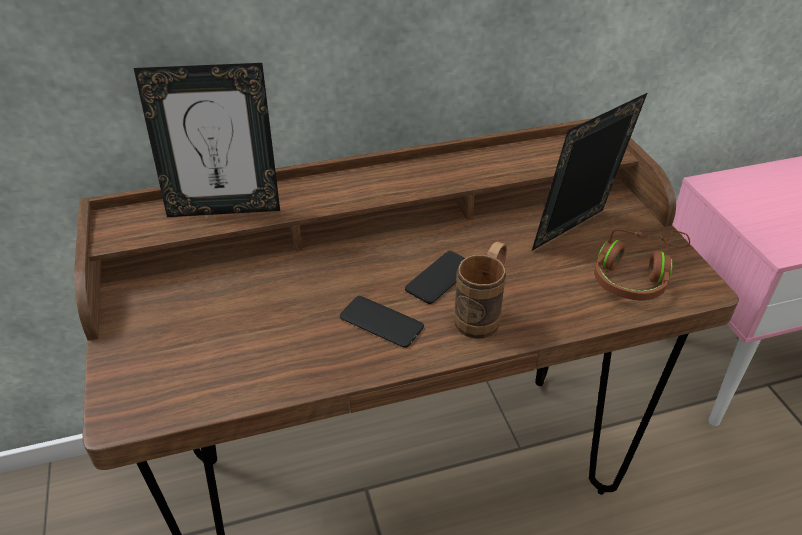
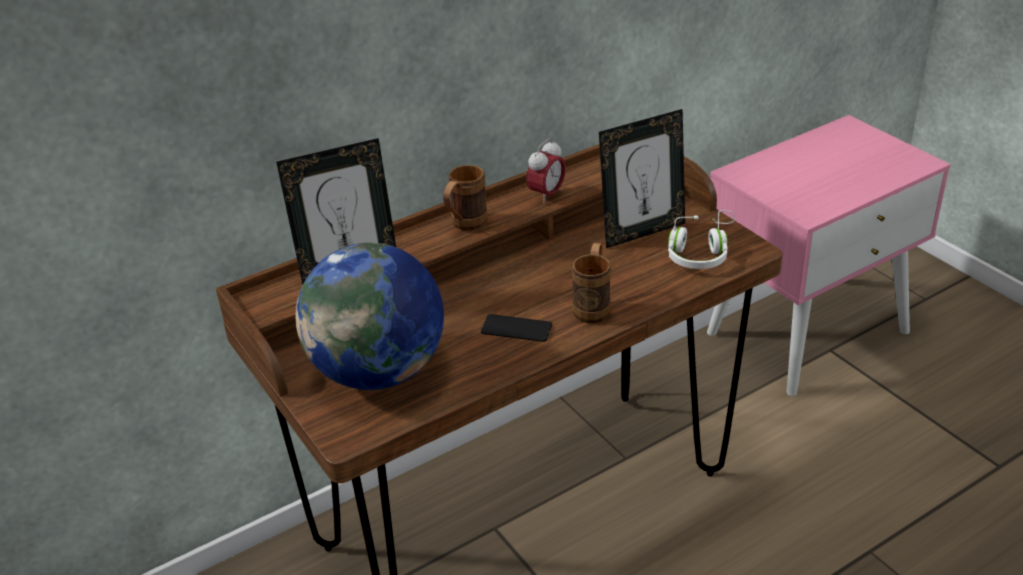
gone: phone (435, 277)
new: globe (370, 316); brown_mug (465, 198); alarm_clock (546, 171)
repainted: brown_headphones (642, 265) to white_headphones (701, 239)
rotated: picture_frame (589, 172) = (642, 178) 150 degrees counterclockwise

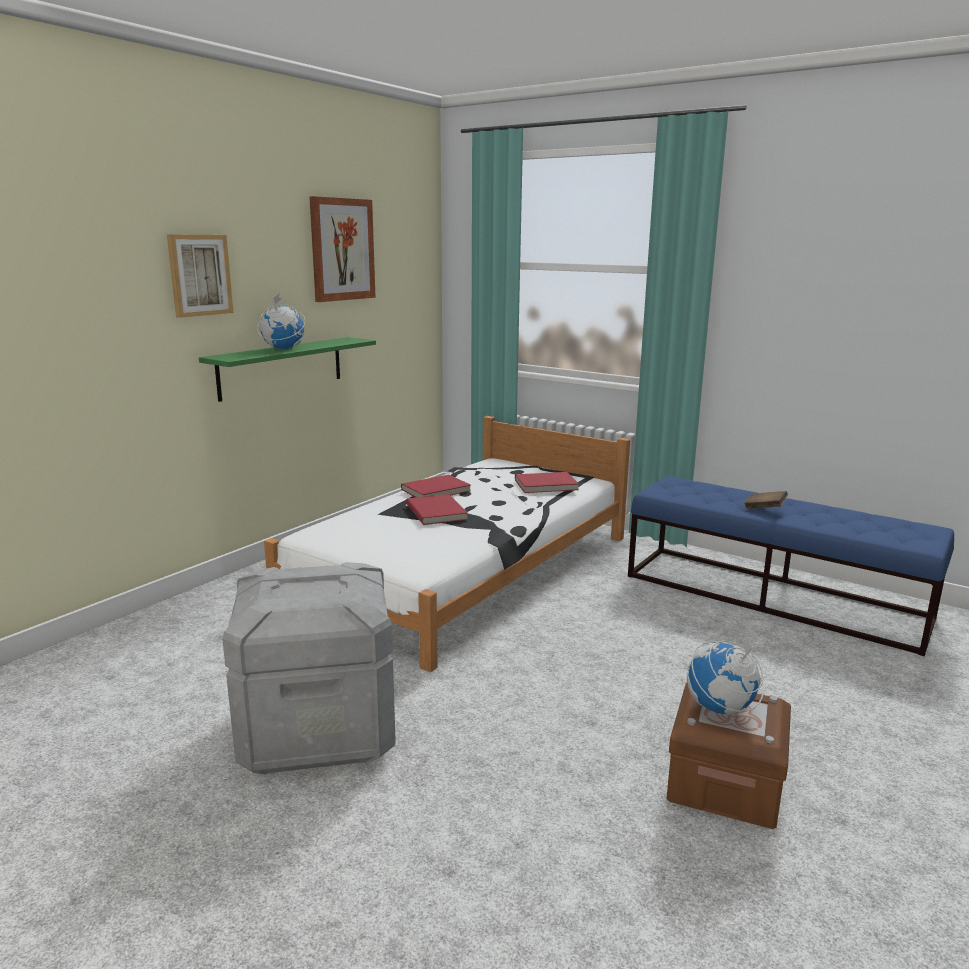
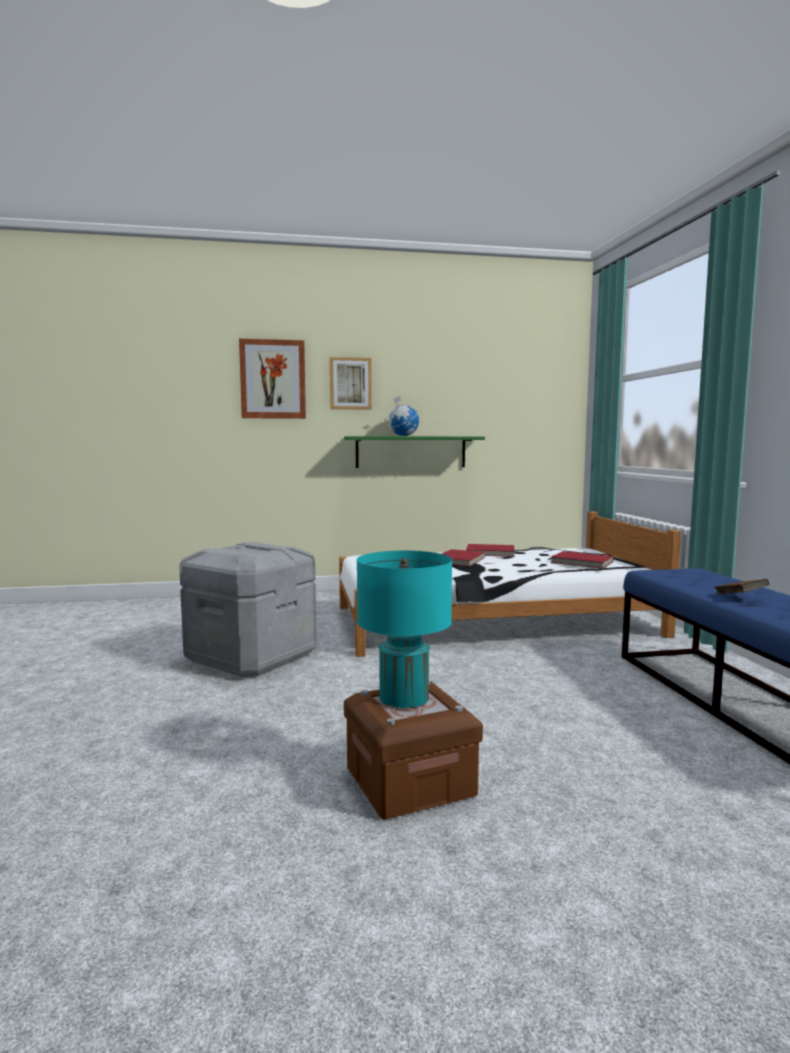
shifted: picture (342, 249) to (272, 379)
swapped: globe (725, 674) to turquoise_table_lamp (404, 629)

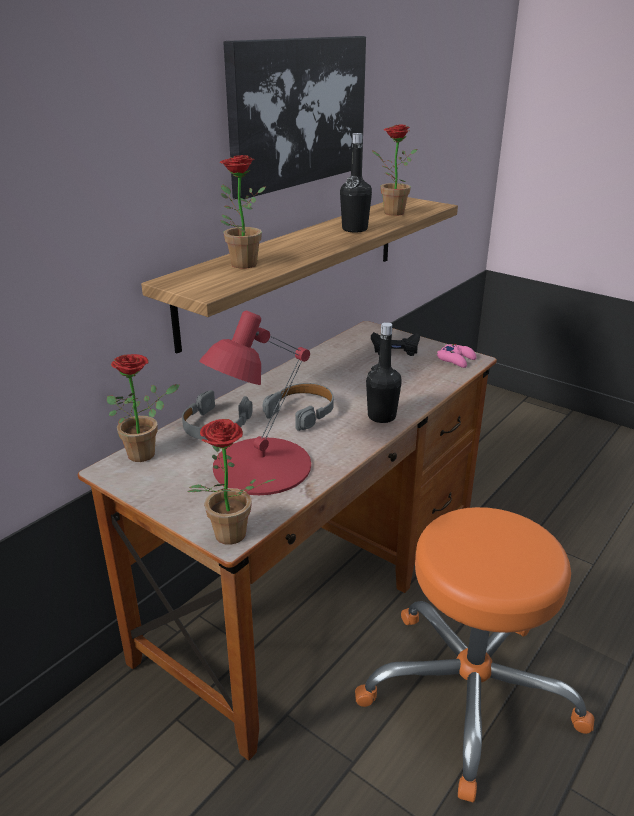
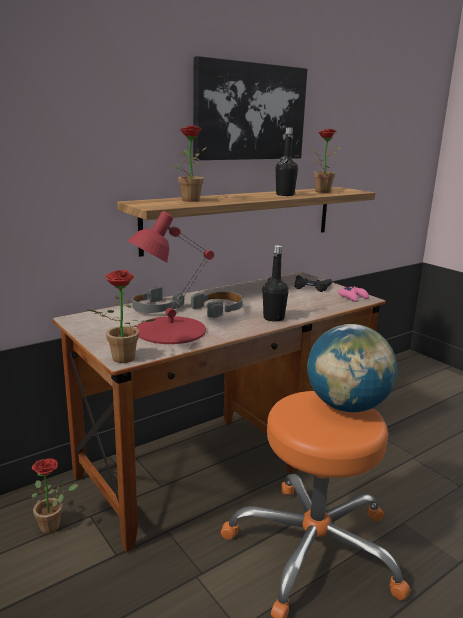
new: globe (352, 368)
shifted: potted_plant (143, 408) to (53, 496)

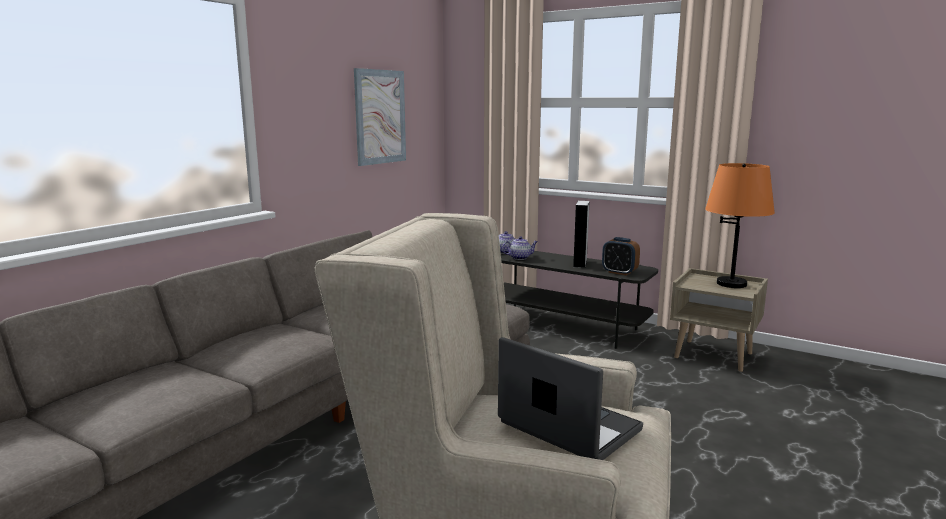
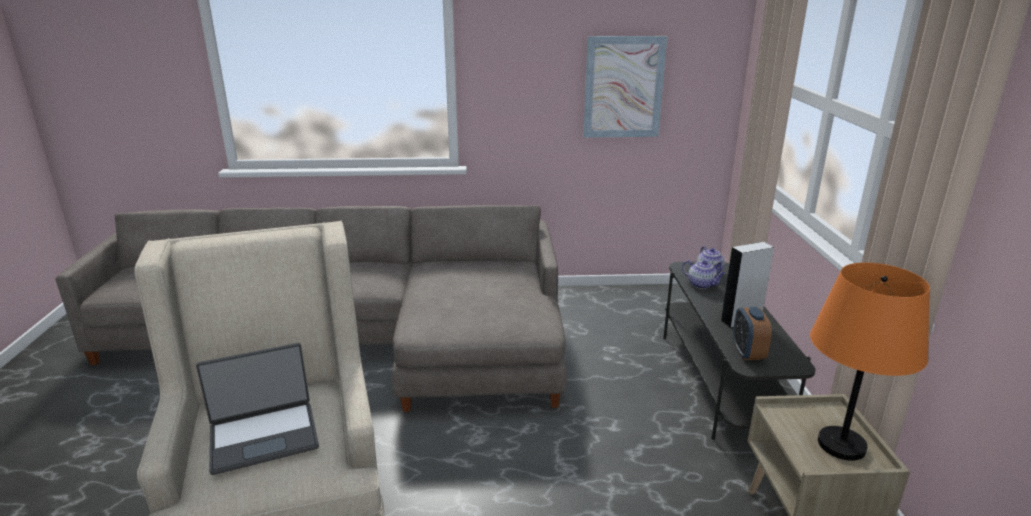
rotated: laptop (570, 398) = (257, 409) 60 degrees clockwise

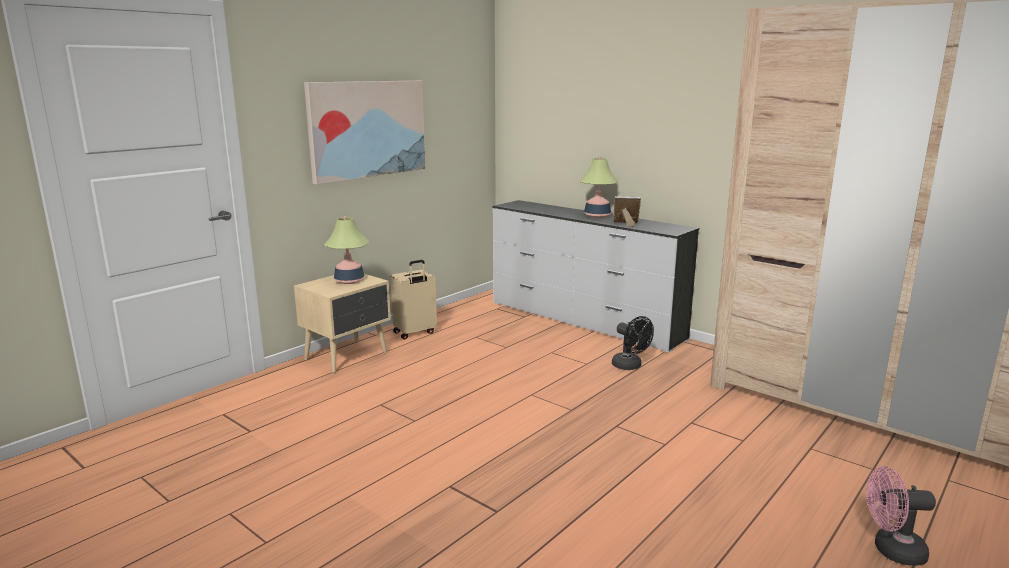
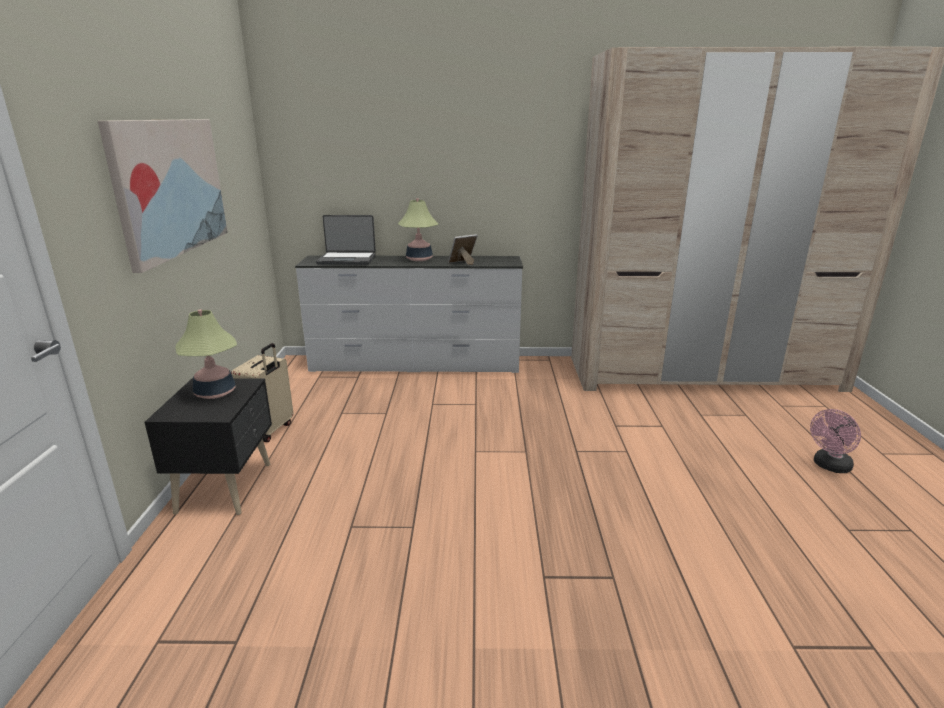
gone: black_fan (633, 343)
new: laptop (346, 240)
repainted: beige_nightstand (342, 323) to black_nightstand (208, 446)

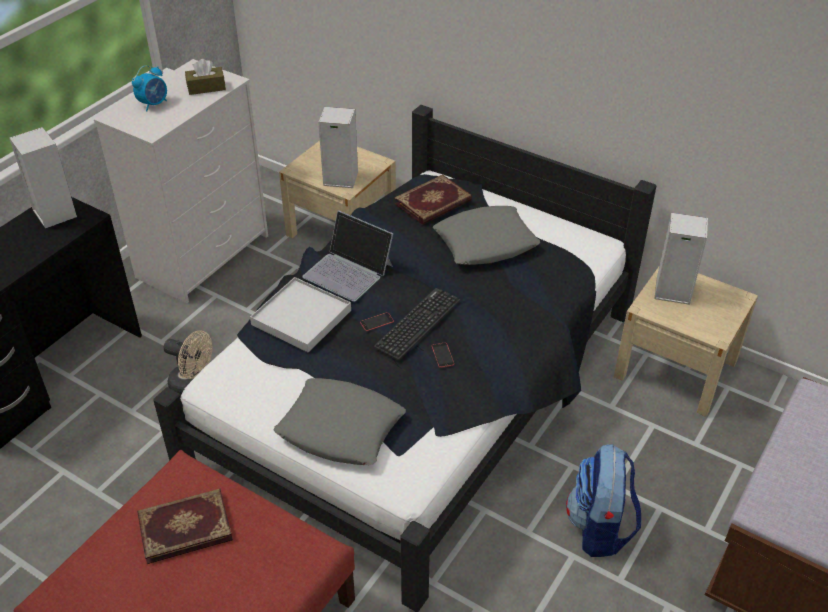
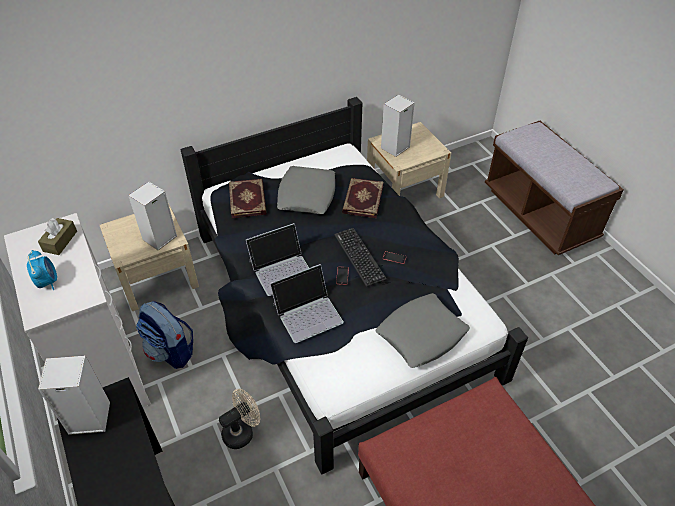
shifted: book (185, 526) to (363, 198); backpack (603, 500) to (164, 335)
swapped: white_tray (300, 314) to laptop (307, 303)

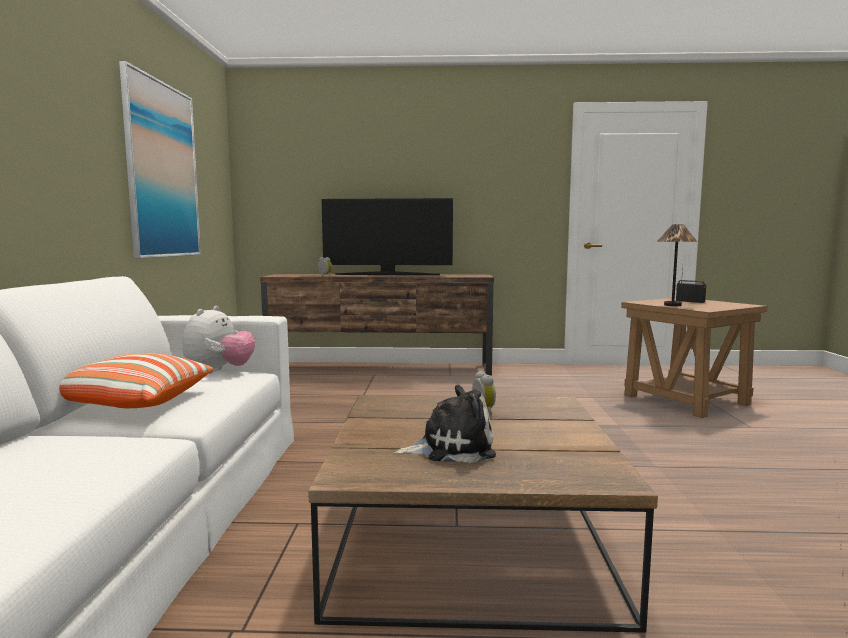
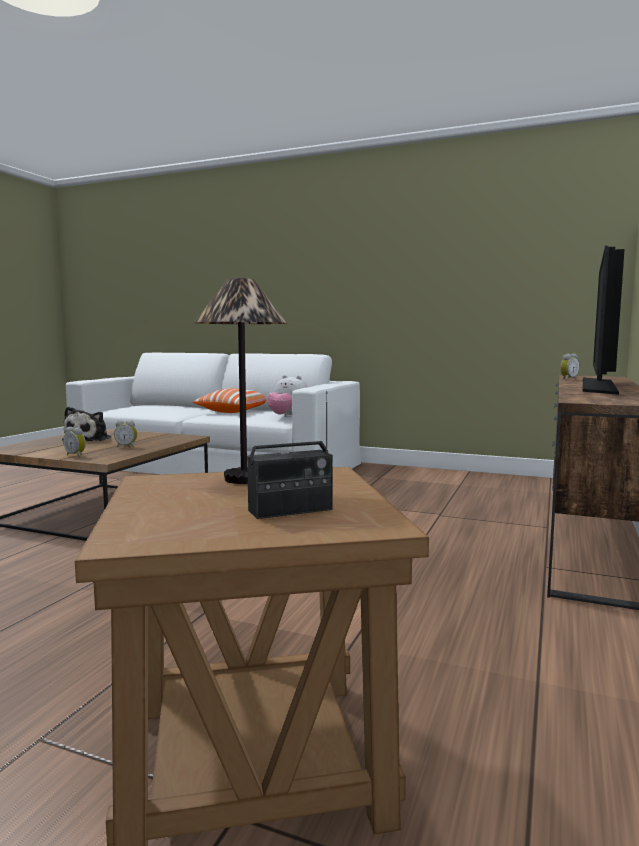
gone: picture (160, 160)
new: alarm_clock (74, 442)

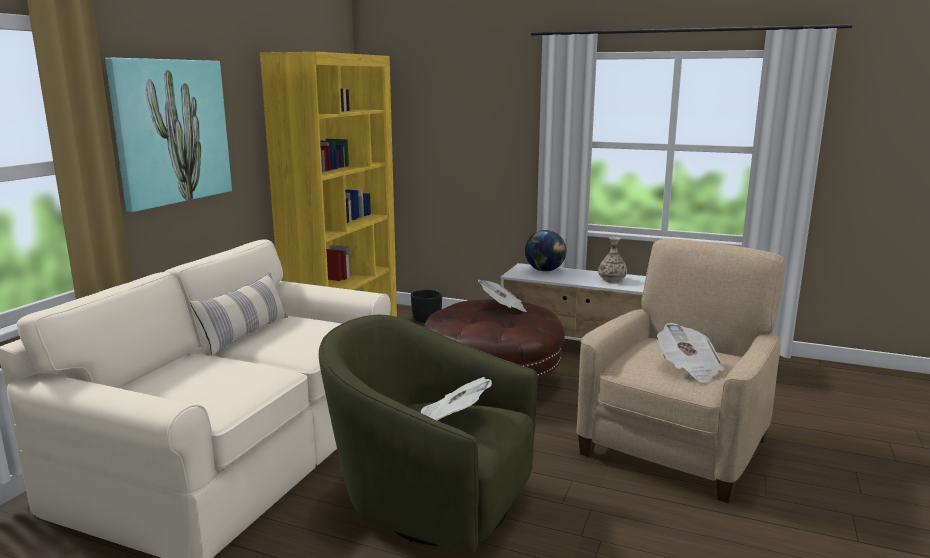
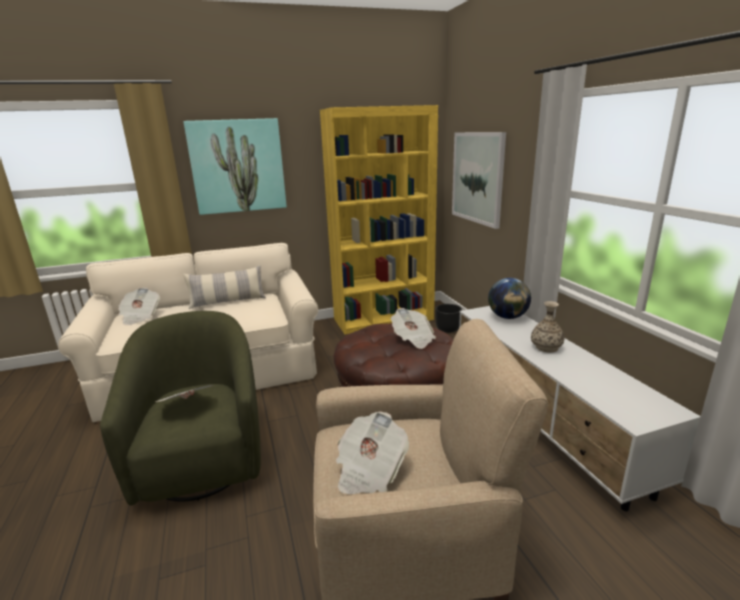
new: newspaper (139, 306); picture (479, 180)

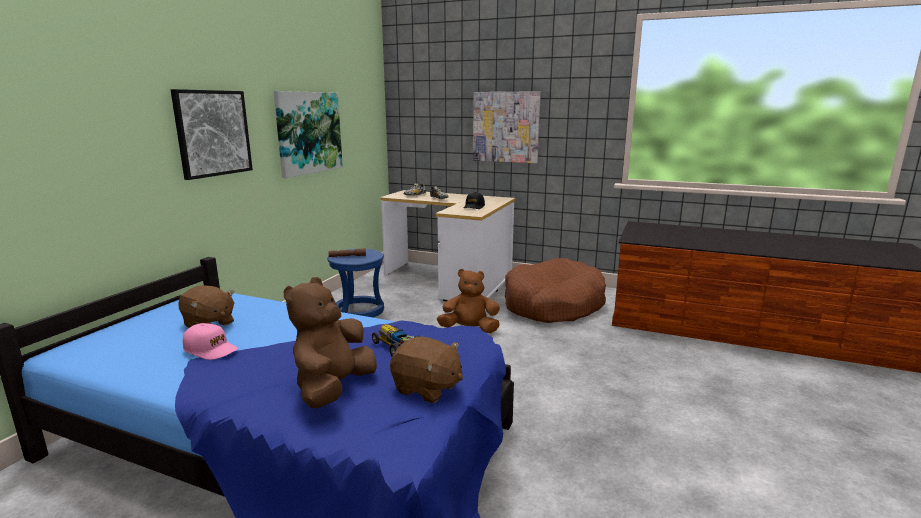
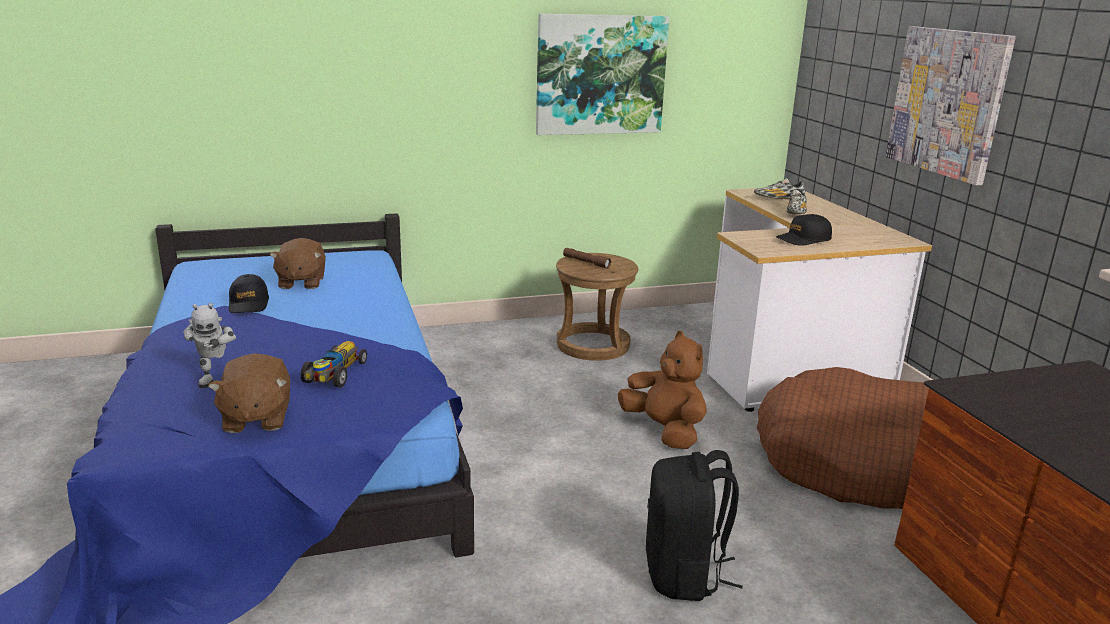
gone: picture (212, 134)
new: black_backpack (694, 525)
swapped: brown_plush_toy (330, 342) to toy_robot (209, 345)
repainted: pink_cap (210, 341) to black_cap (249, 293); blue_stool (355, 283) to brown_stool (597, 307)

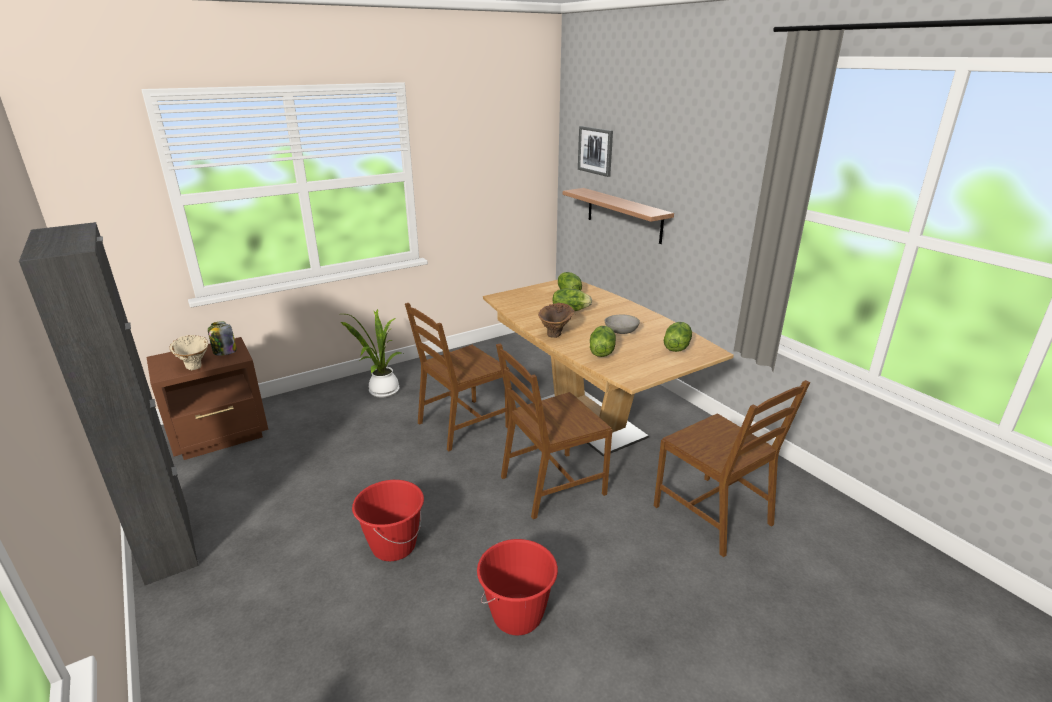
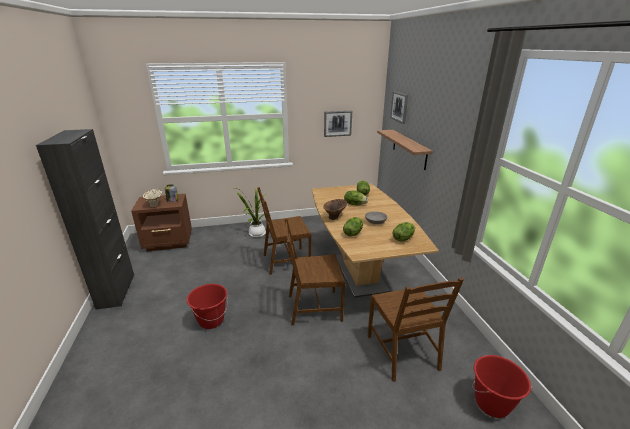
new: picture (338, 124)
shifted: red_bucket (517, 587) to (502, 386)

